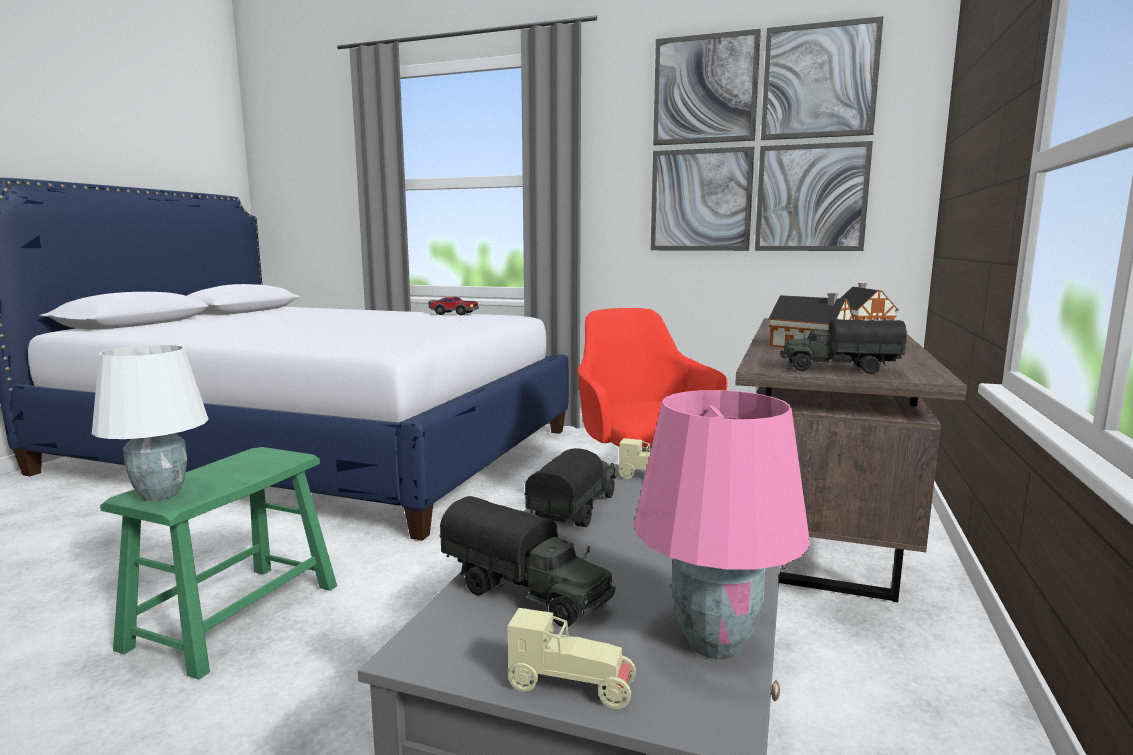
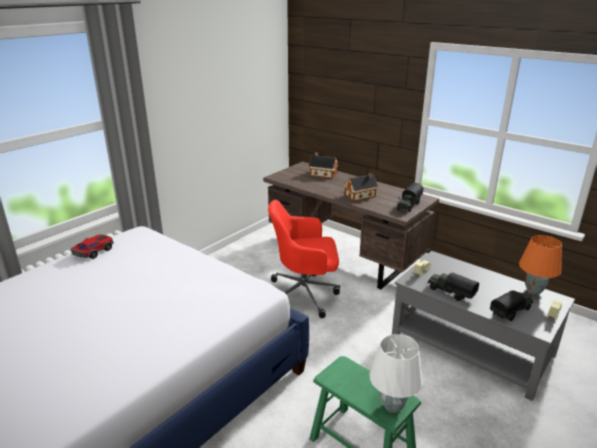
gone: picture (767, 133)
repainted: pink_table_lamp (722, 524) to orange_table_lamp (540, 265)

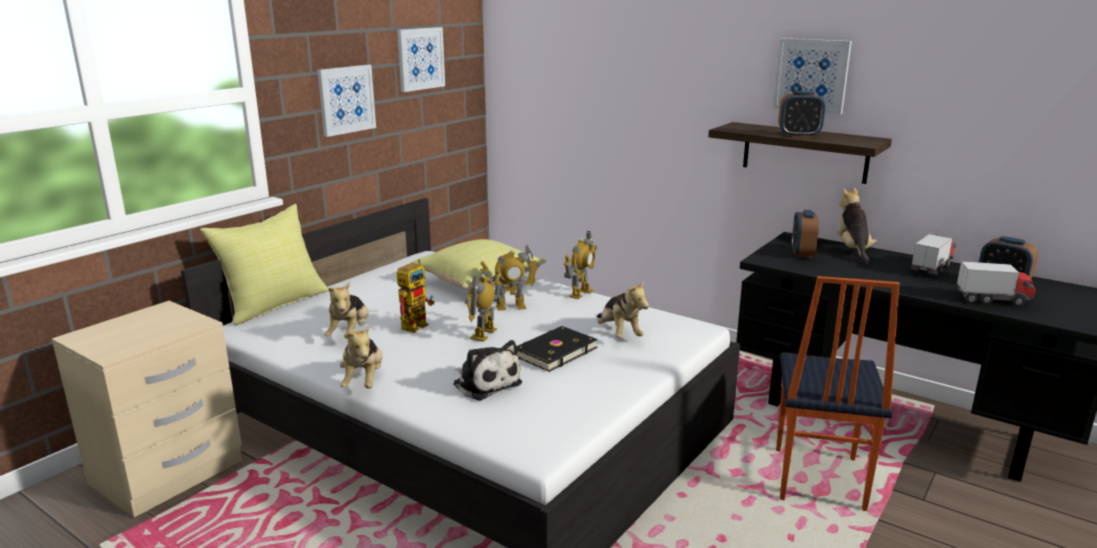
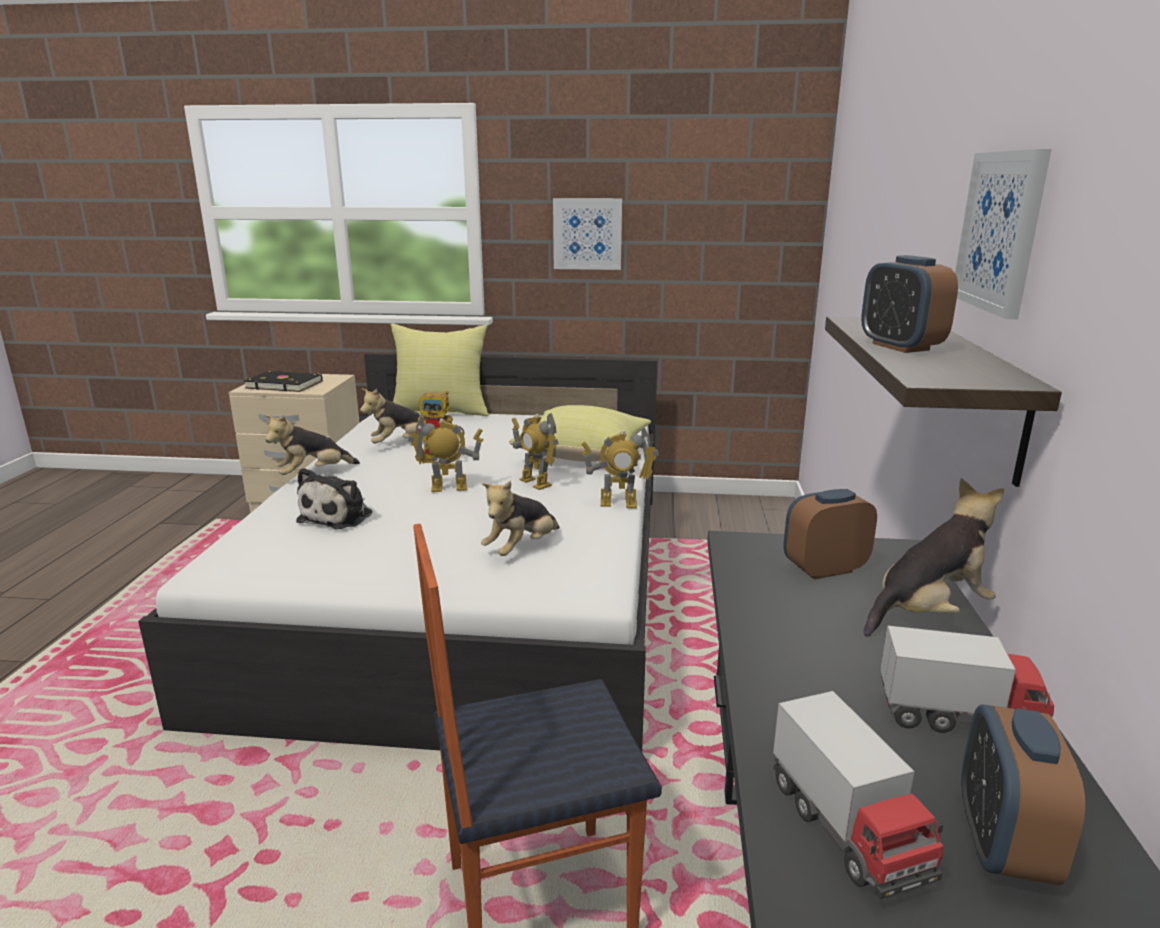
gone: picture (421, 59)
shifted: black_book (557, 349) to (283, 381)

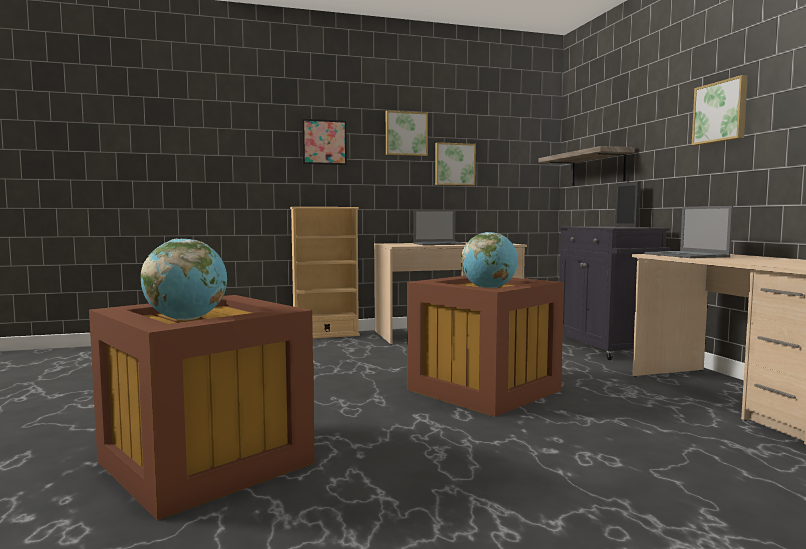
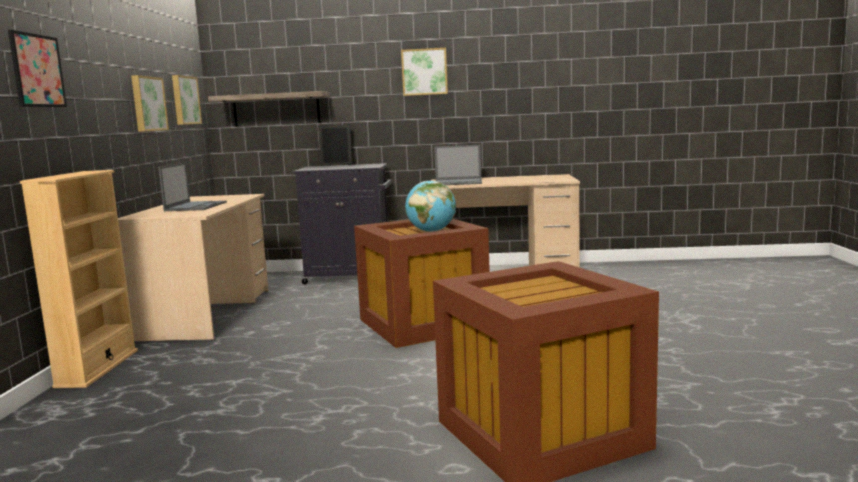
gone: globe (184, 279)
shifted: picture (407, 133) to (187, 100)

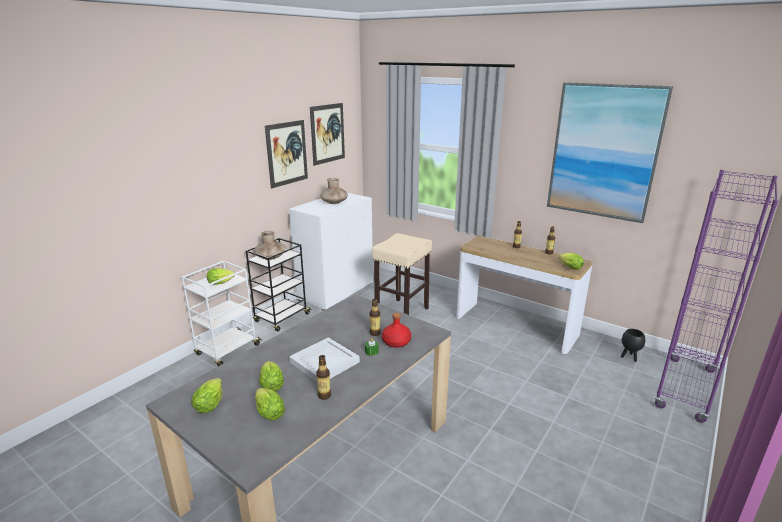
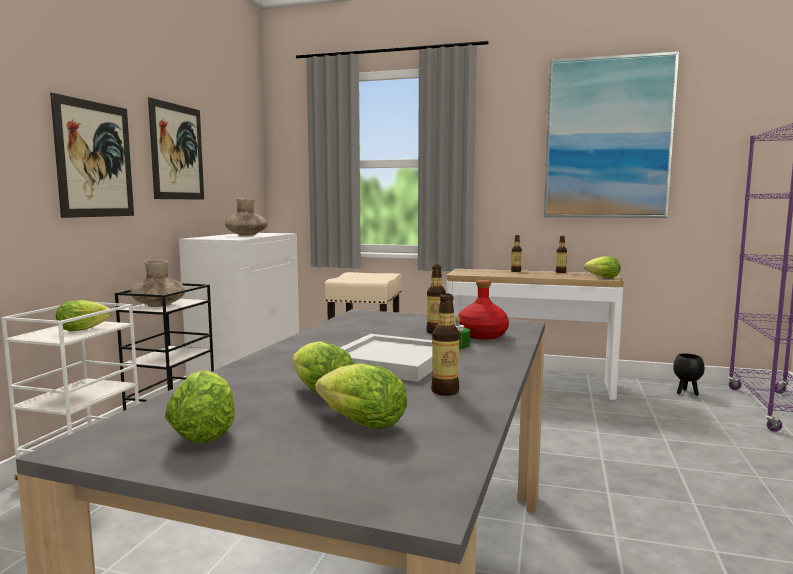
shifted: picture (327, 134) to (92, 155)

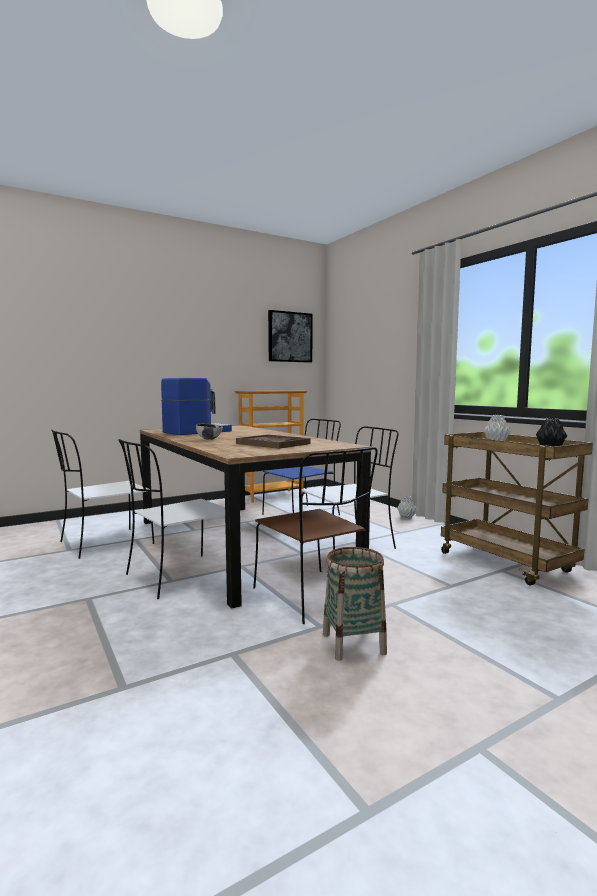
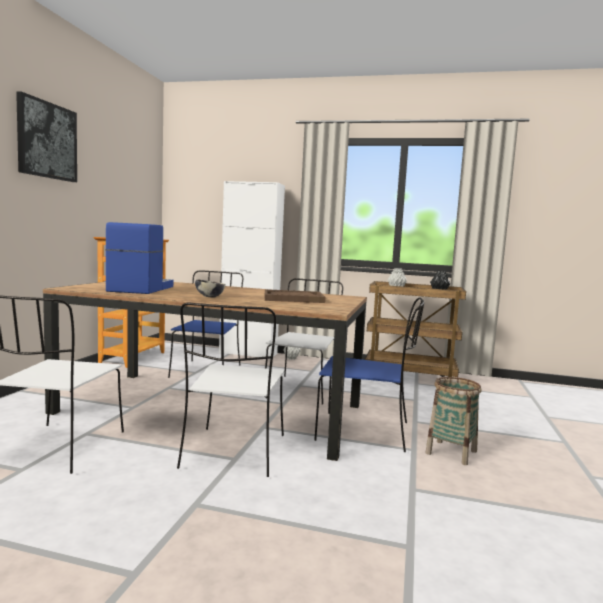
new: white_cabinet (252, 270)
shifted: picture (290, 336) to (46, 136)
repainted: brown_chair (315, 535) to blue_chair (369, 374)

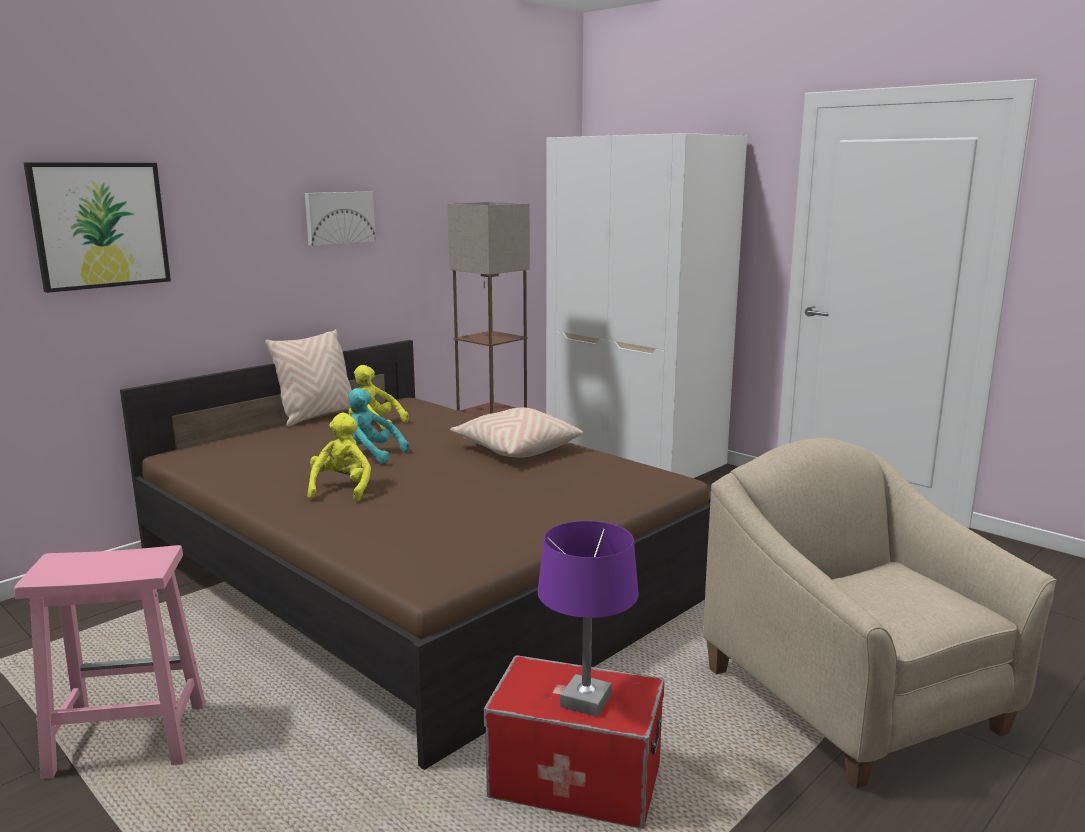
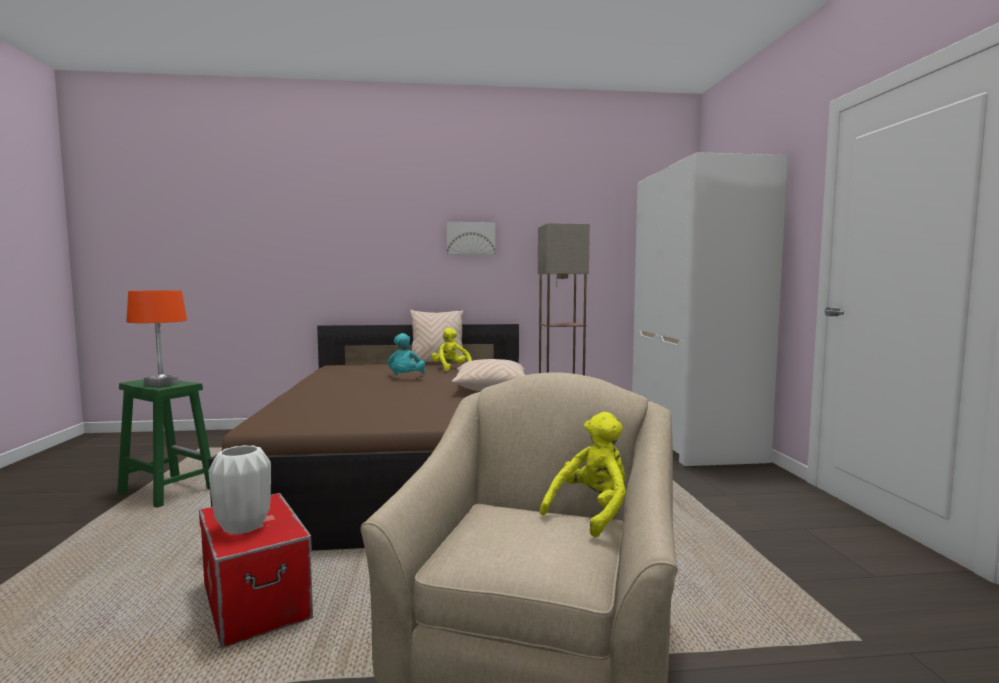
gone: picture (97, 227)
new: orange_table_lamp (156, 338)
shifted: yellow_plush_toy (339, 457) to (583, 474)
swapped: purple_table_lamp (587, 619) to white_vase (240, 489)
repainted: pink_stool (110, 662) to green_stool (164, 443)
rotated: turquoise_plush_toy (378, 425) = (406, 354) 150 degrees counterclockwise

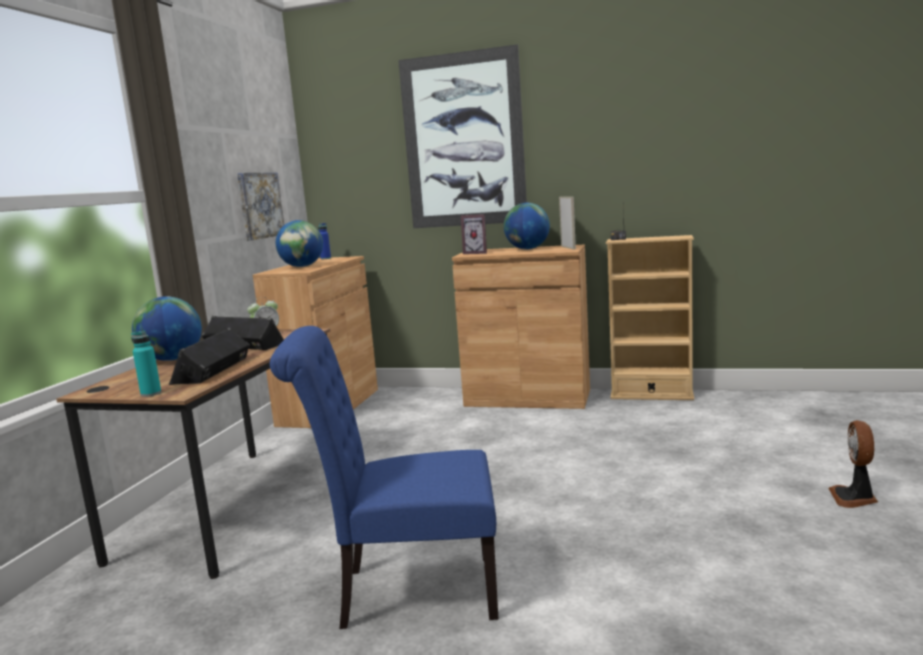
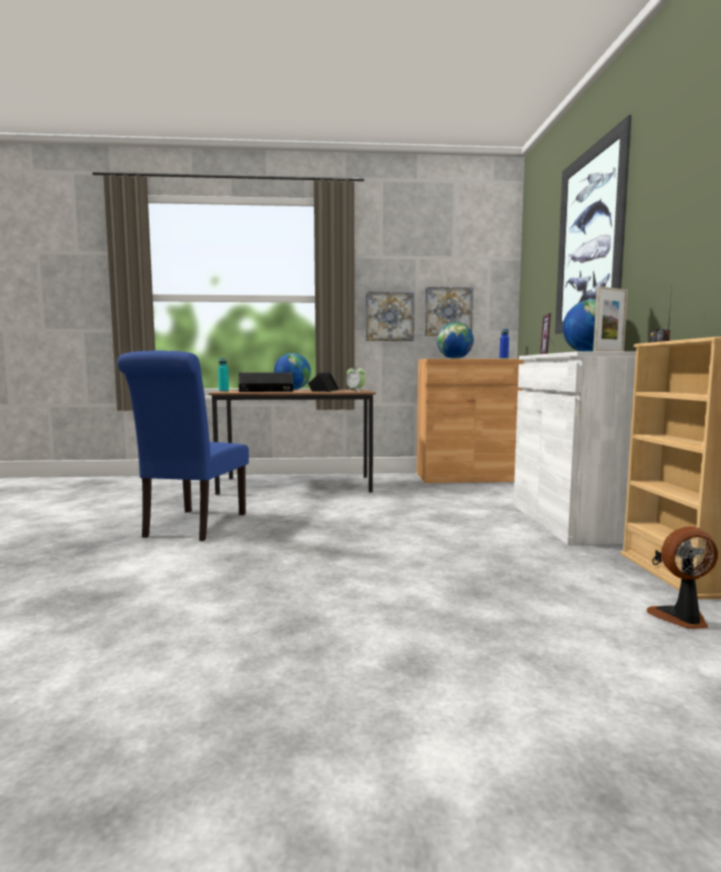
new: picture (390, 316)
shifted: fan (853, 464) to (682, 577)
repainted: brown_cabinet (521, 326) to white_cabinet (575, 448)
rotated: blue_chair (384, 477) = (183, 446) 150 degrees counterclockwise

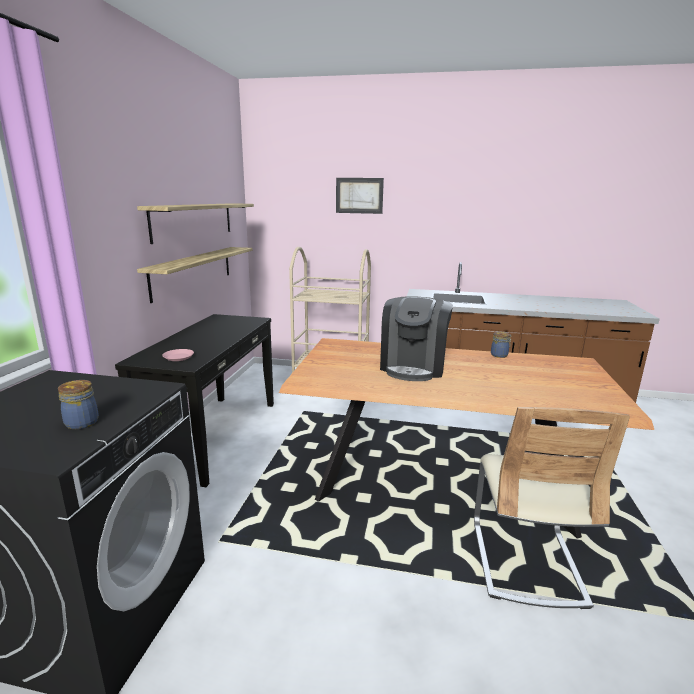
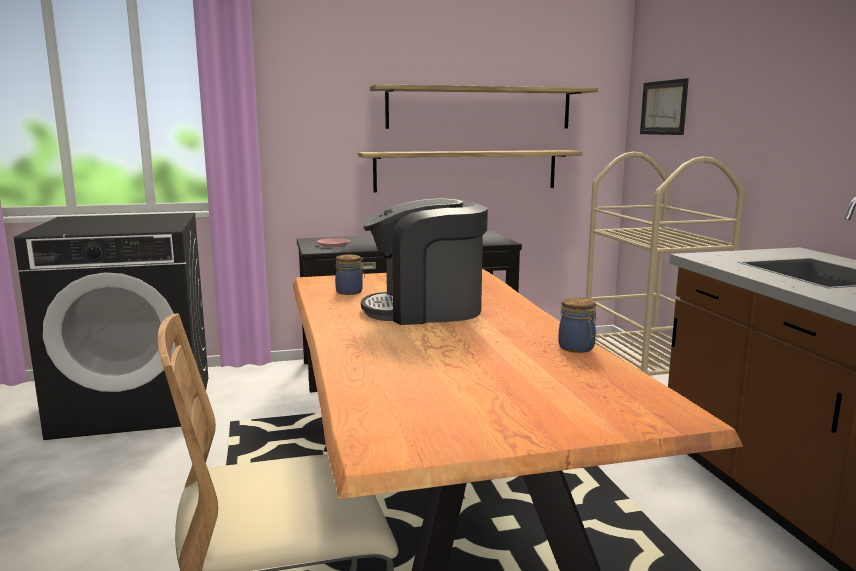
shifted: jar (78, 404) to (350, 274); picture (360, 196) to (664, 106)

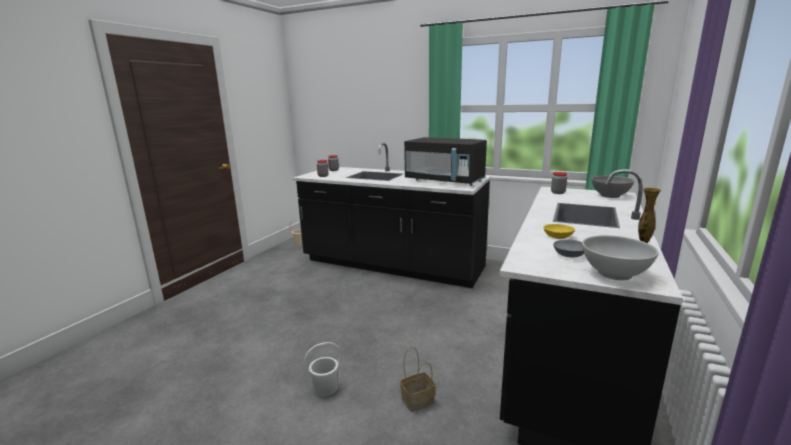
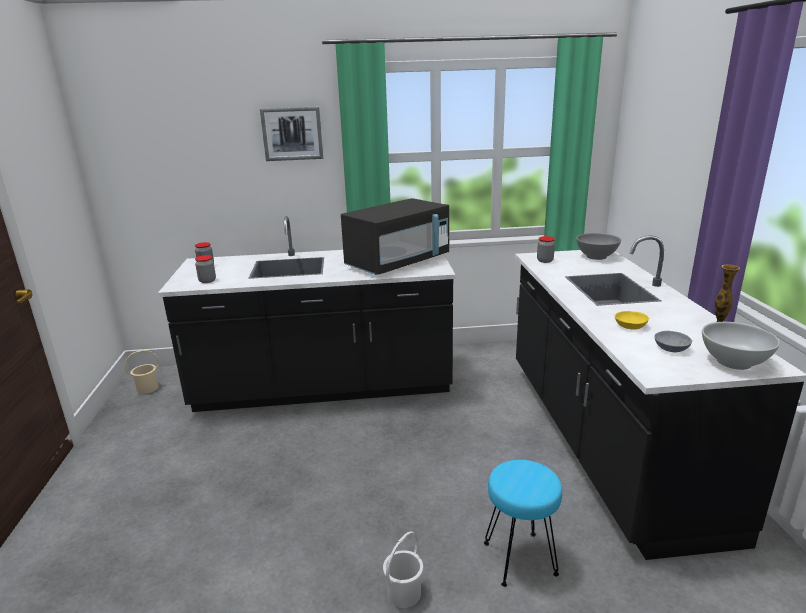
new: picture (291, 134)
swapped: basket (418, 379) to turquoise_stool (523, 523)
rotated: black_microwave (445, 161) = (395, 236) 45 degrees counterclockwise

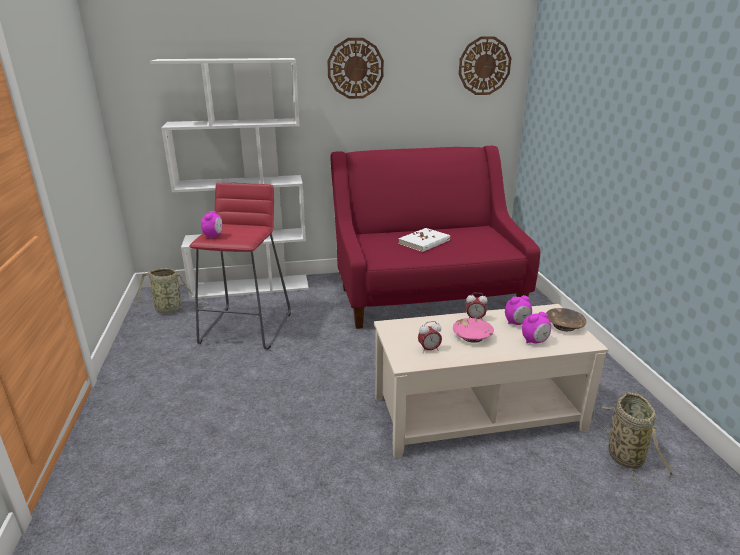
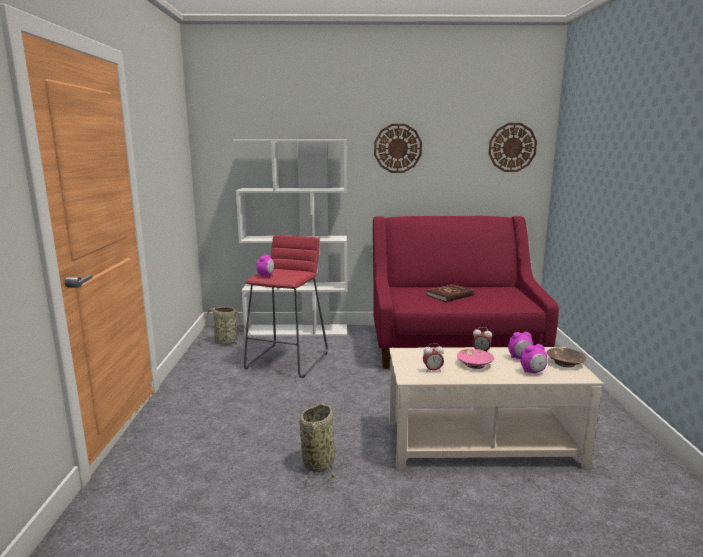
shifted: basket (634, 439) to (318, 445)
repainted: white_book (424, 240) to red_book (450, 293)

